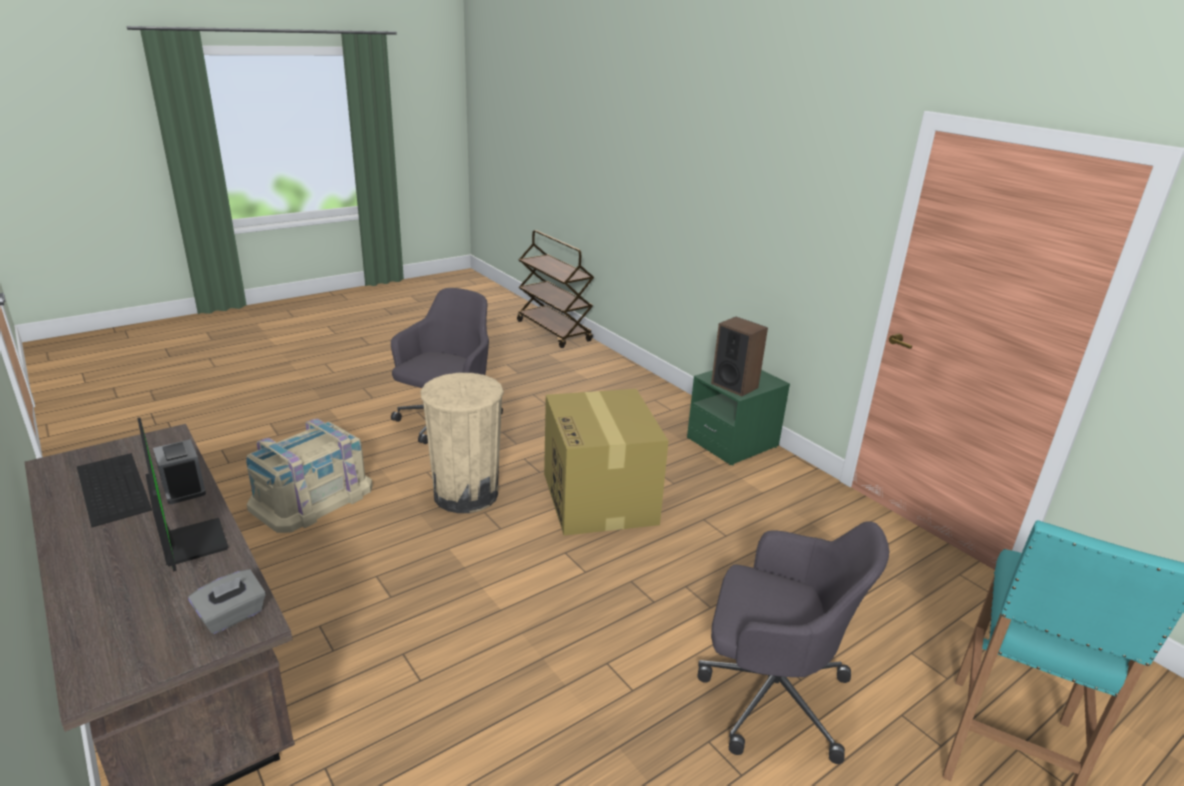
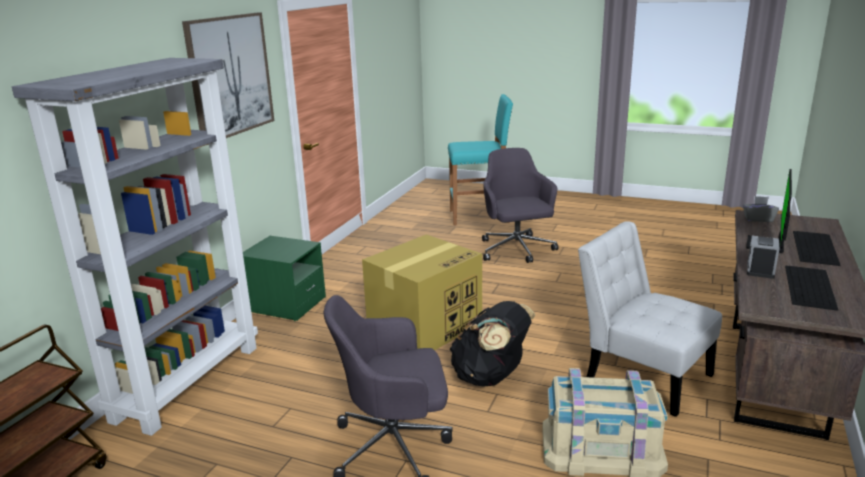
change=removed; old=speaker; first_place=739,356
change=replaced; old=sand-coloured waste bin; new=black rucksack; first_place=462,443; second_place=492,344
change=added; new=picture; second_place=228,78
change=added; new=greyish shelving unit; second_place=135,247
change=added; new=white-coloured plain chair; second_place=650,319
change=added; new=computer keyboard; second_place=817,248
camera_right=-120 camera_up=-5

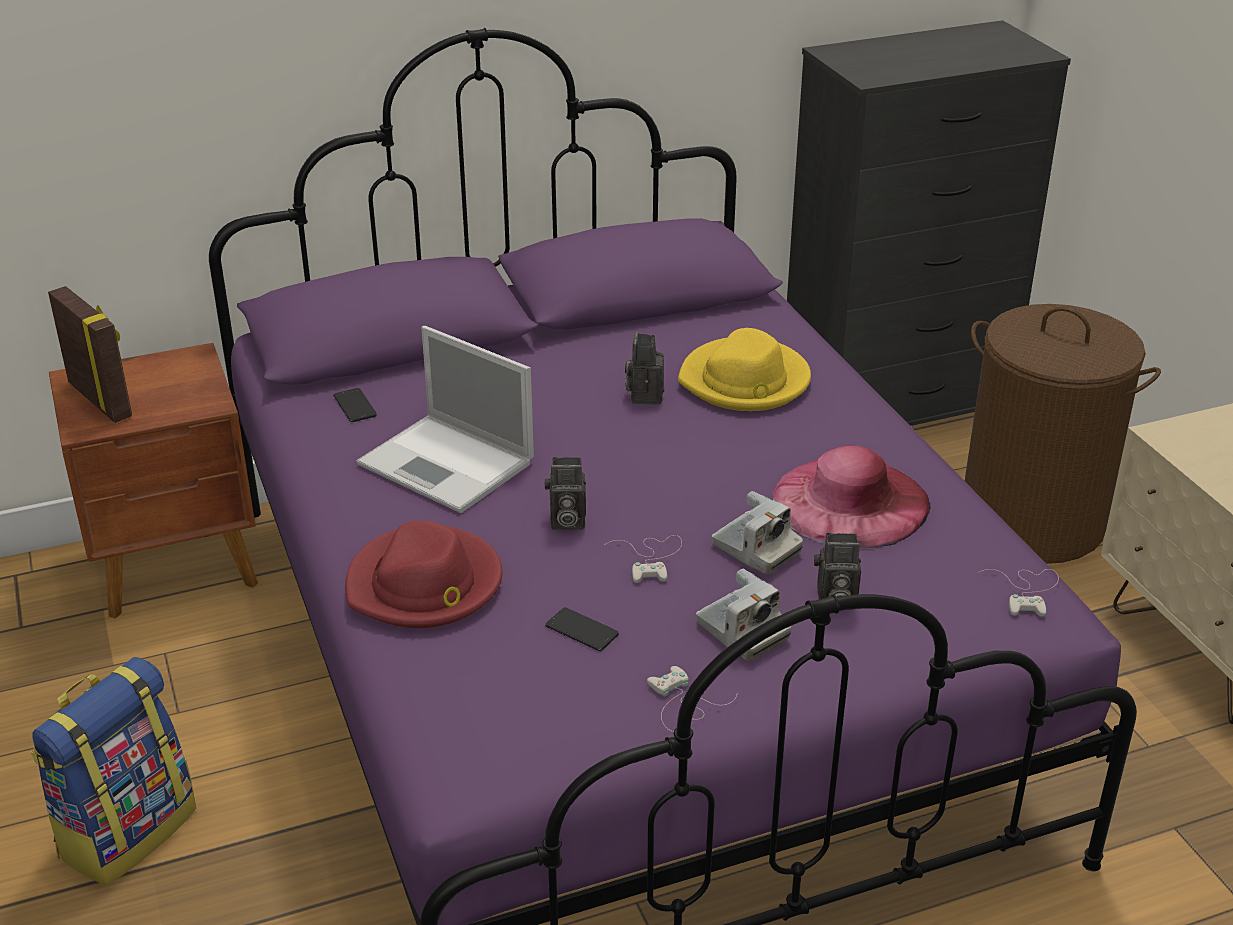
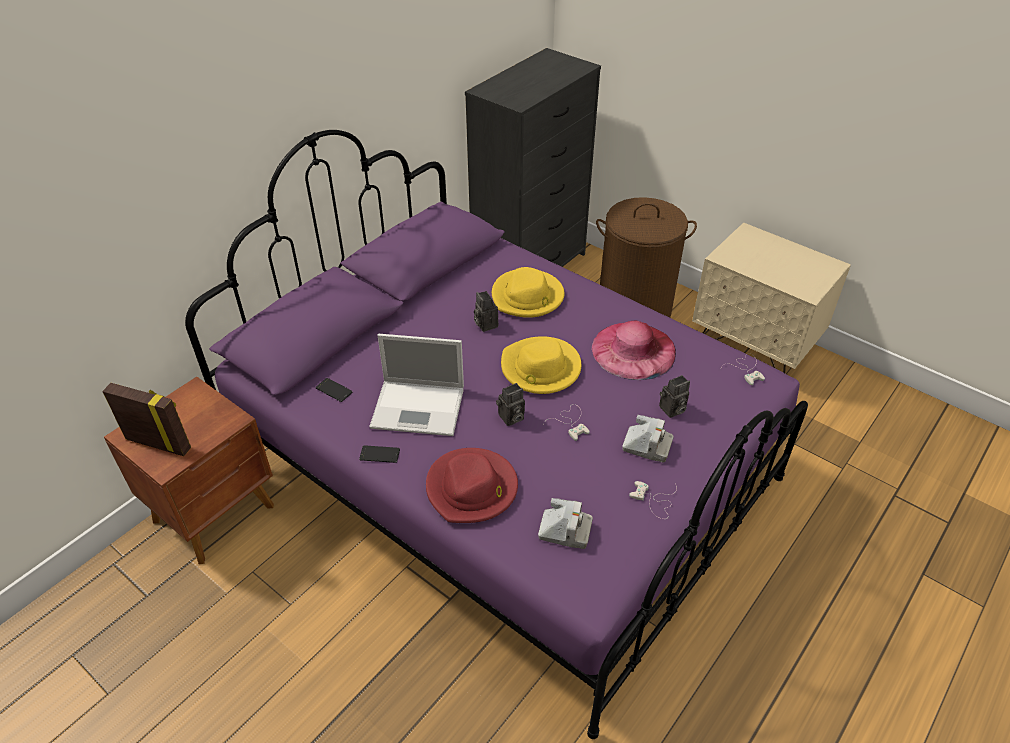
change=moved; old=still camera; first_place=757,533; second_place=565,523
change=moved; old=phone; first_place=582,629; second_place=379,454
change=removed; old=rucksack; first_place=113,771
change=added; new=yellow-coloured hat; second_place=541,365
camera_right=-30 camera_up=10

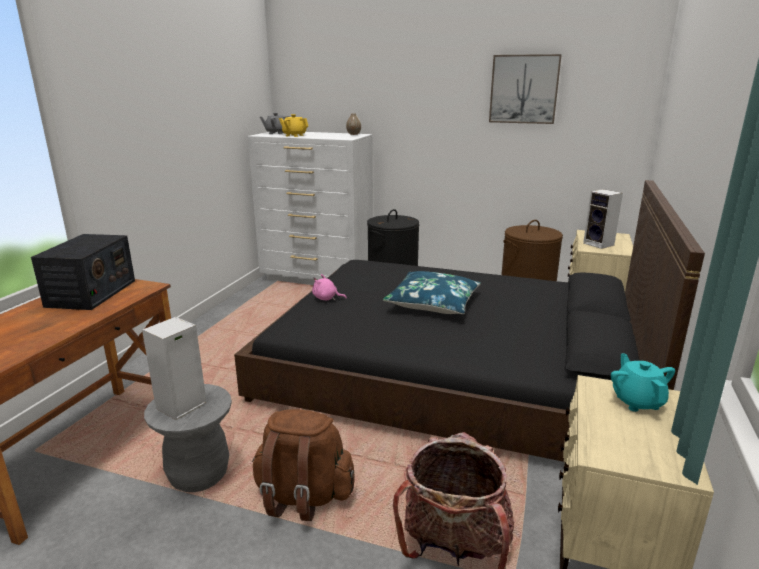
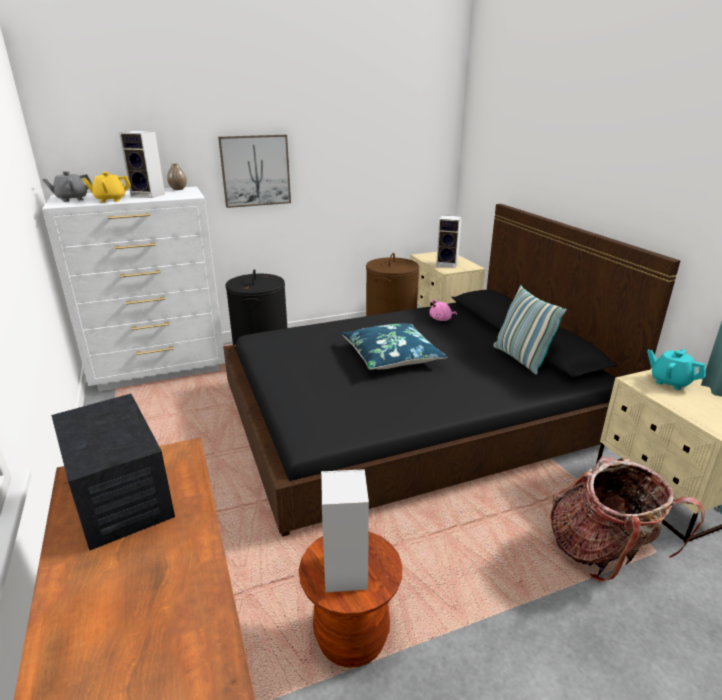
change=moved; old=picture; first_place=525,89; second_place=254,171
change=moved; old=pink-coloured cuddly toy; first_place=329,287; second_place=443,310
change=recoloured; old=greyish sitting stool; new=brown sitting stool; first_place=188,438; second_place=350,599
change=removed; old=brown rucksack; first_place=303,465
change=added; new=speaker; second_place=142,164
change=added; new=cushion; second_place=530,330
camera_right=-40 camera_up=5

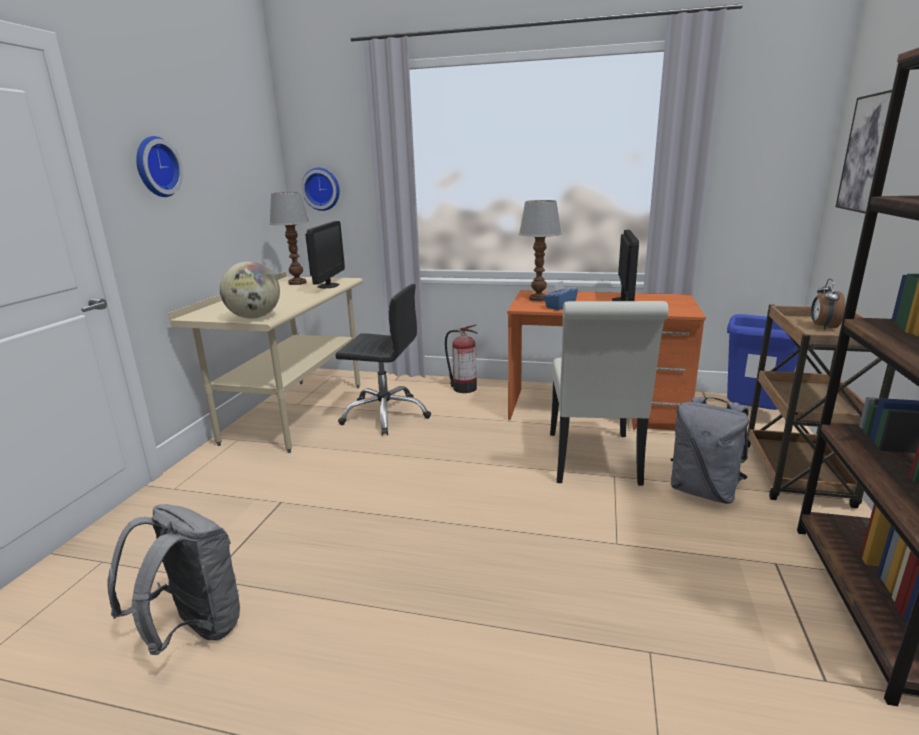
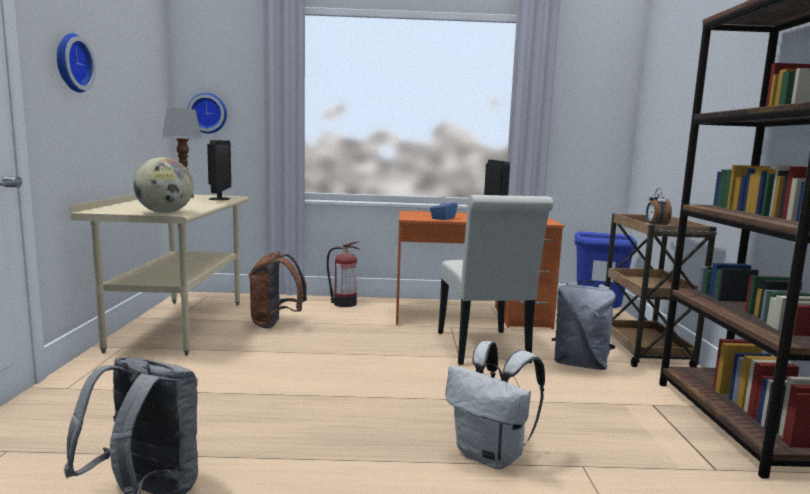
change=removed; old=picture; first_place=864,151
change=removed; old=lamp for a table; first_place=540,251
change=replaced; old=black office chair; new=brown rucksack; first_place=383,360; second_place=278,289
change=added; new=white-coloured rucksack; second_place=495,405
camera_right=-15 camera_up=-10

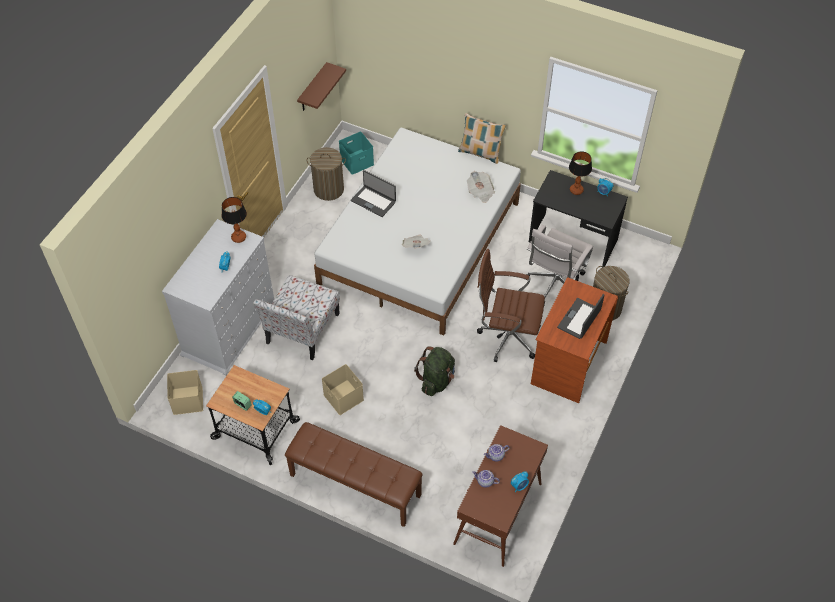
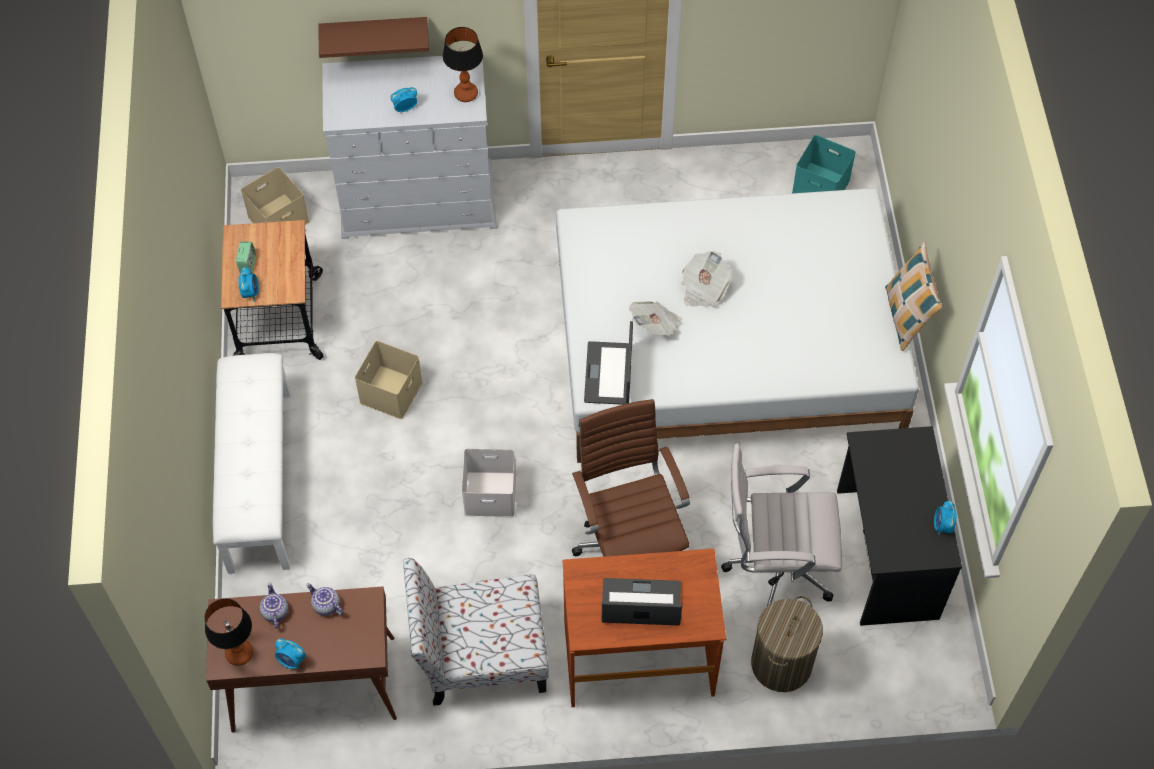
change=moved; old=brown shelf; first_place=321,86; second_place=373,37
change=removed; old=washing basket; first_place=326,174
change=moved; old=lamp for a table; first_place=580,173; second_place=228,632
change=moved; old=portable computer; first_place=373,193; second_place=608,363
change=moved; old=daily paper; first_place=481,187; second_place=707,279
change=moved; old=plain chair; first_place=296,317; second_place=476,632
change=replaced; old=green rucksack; new=white-coloured storage box; first_place=434,371; second_place=489,482
change=recoloured; old=brown long seat; new=white-coloured long seat; first_place=354,474; second_place=251,463
camera_right=60 camera_up=5

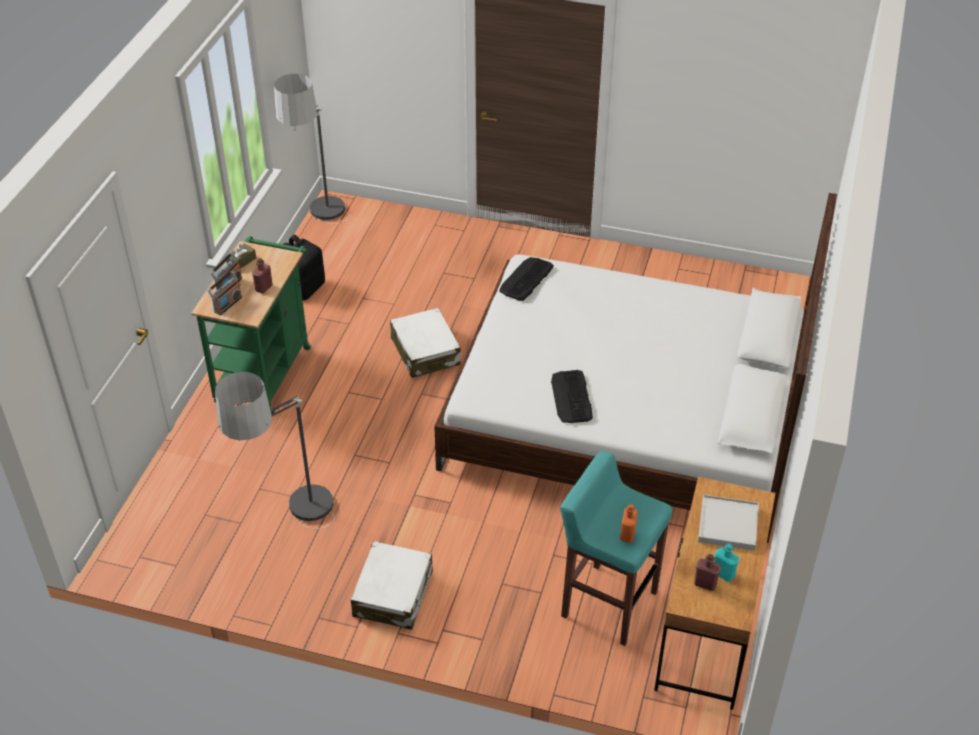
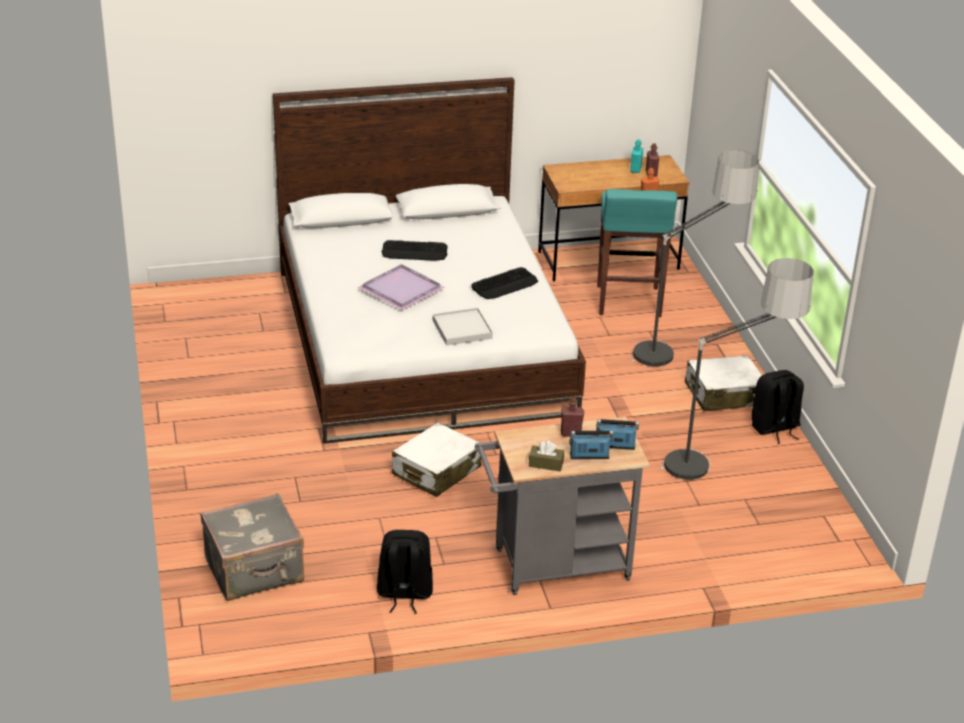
change=moved; old=standing lamp; first_place=312,149; second_place=694,258
change=recoloured; old=green cart; new=greyish cart; first_place=251,325; second_place=562,506
change=moved; old=computer keyboard; first_place=526,279; second_place=414,250
change=moved; old=white-coloured carrying tray; first_place=728,523; second_place=463,327
change=added; new=purple carrying tray; second_place=401,287
change=added; new=black rucksack; second_place=778,407
change=added; new=greyish suitcase; second_place=252,547
camera_right=-120 camera_up=-10

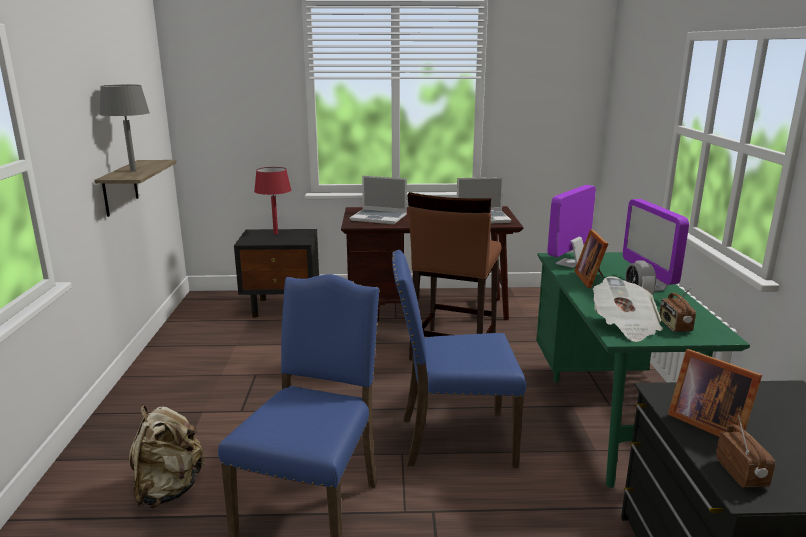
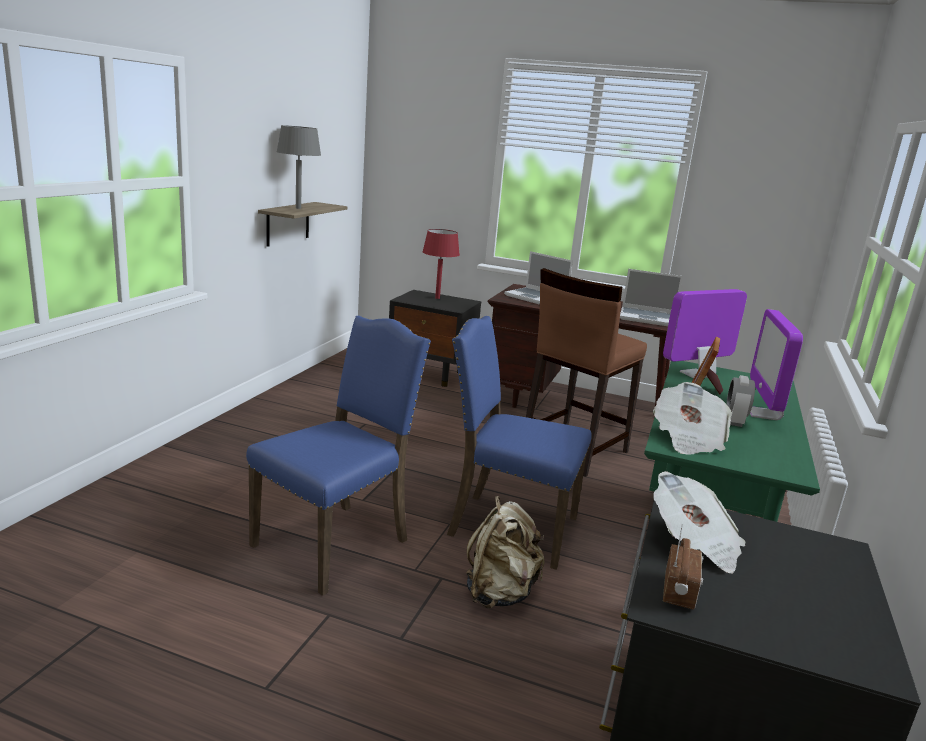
change=removed; old=radio set; first_place=677,310
change=replaced; old=photo frame; new=daily paper; first_place=715,393; second_place=699,522
change=moved; old=sand-coloured rucksack; first_place=167,456; second_place=505,552
camera_right=20 camera_up=0

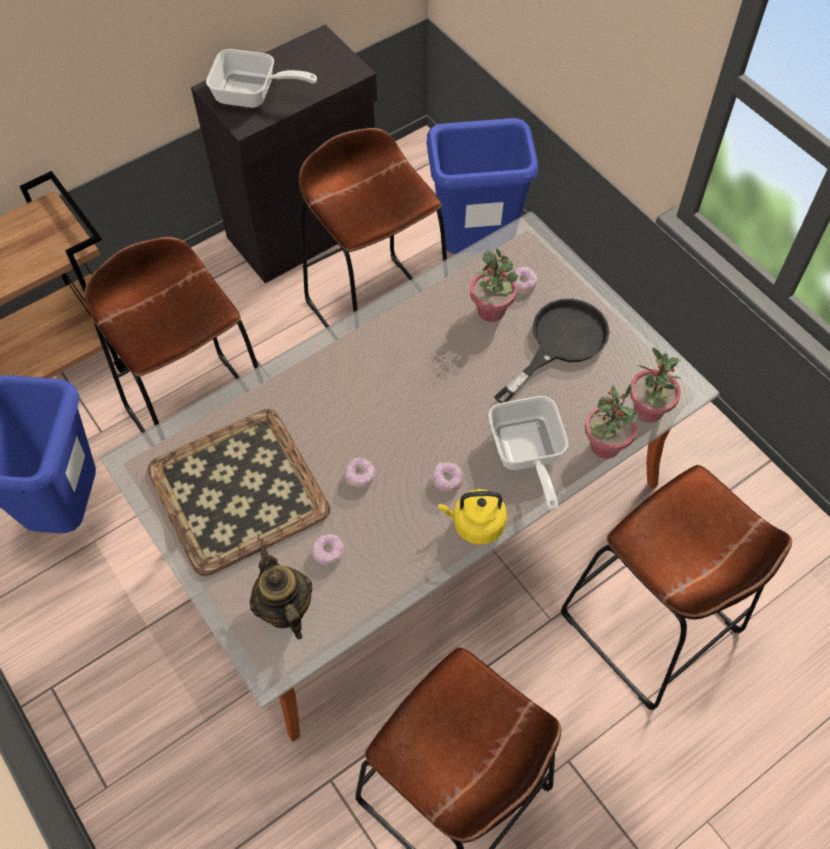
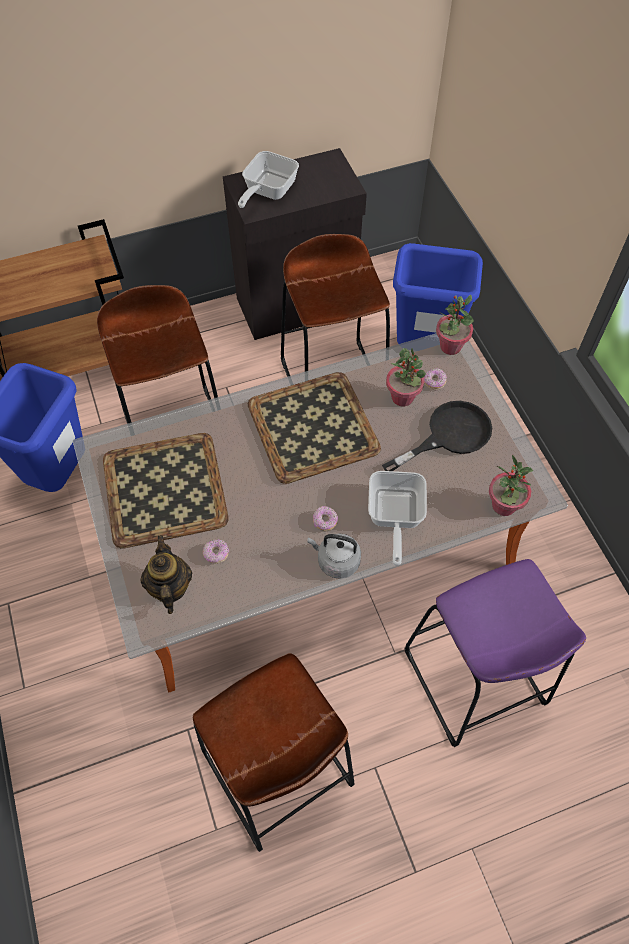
change=turned; old=skillet; first_place=261,78; second_place=268,179; degrees=90
change=moved; old=houseplant; first_place=612,421; second_place=455,324
change=removed; old=ring doughnut; first_place=359,472
change=recoloured; old=brown sitting stool; new=purple sitting stool; first_place=676,587; second_place=495,653
change=recoloured; old=yellow-coloured kettle; new=greyish kettle; first_place=472,517; second_place=334,556
change=added; new=carrying tray; second_place=314,428
camera_right=15 camera_up=0

